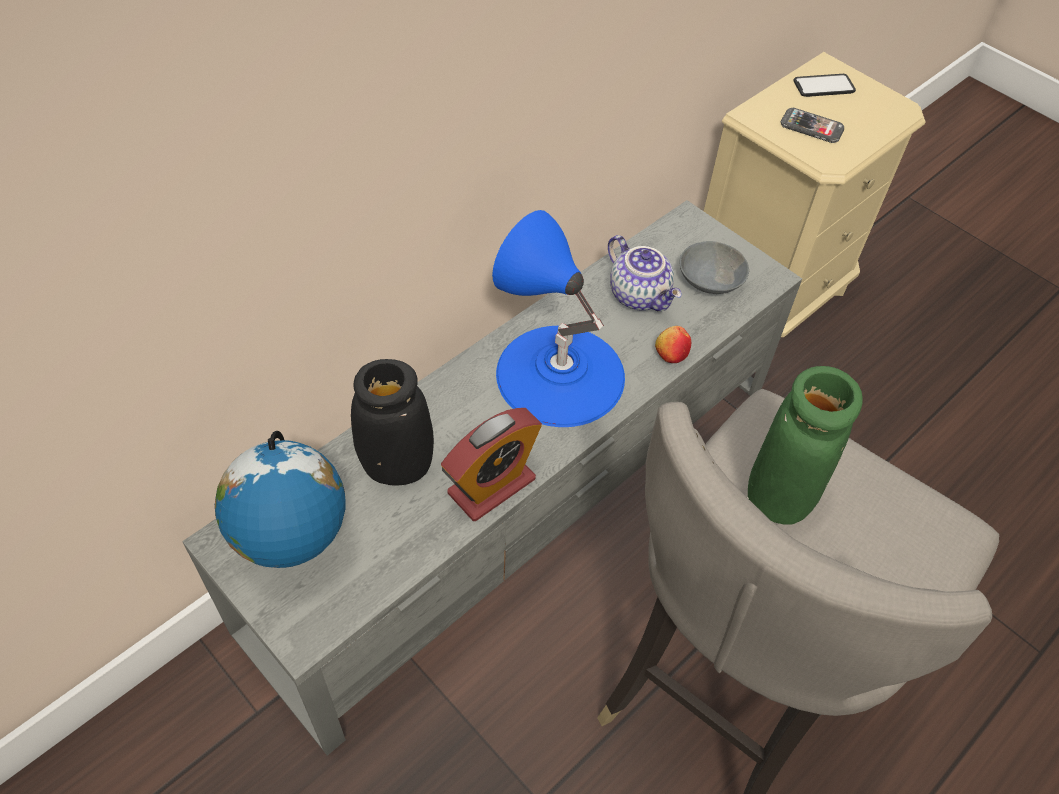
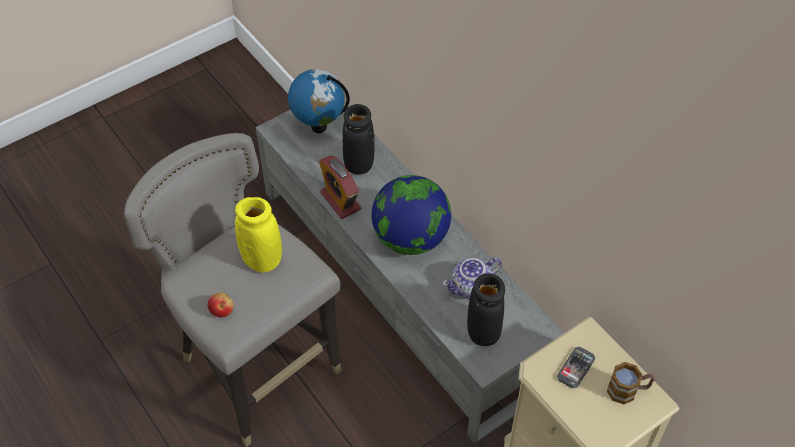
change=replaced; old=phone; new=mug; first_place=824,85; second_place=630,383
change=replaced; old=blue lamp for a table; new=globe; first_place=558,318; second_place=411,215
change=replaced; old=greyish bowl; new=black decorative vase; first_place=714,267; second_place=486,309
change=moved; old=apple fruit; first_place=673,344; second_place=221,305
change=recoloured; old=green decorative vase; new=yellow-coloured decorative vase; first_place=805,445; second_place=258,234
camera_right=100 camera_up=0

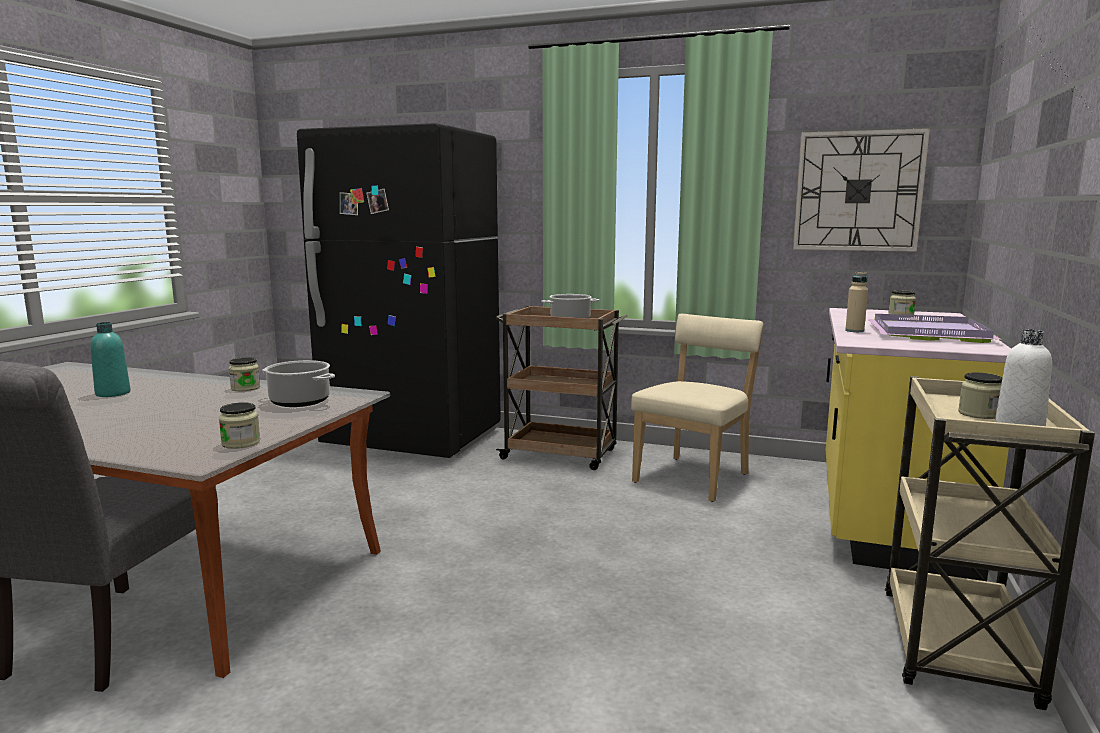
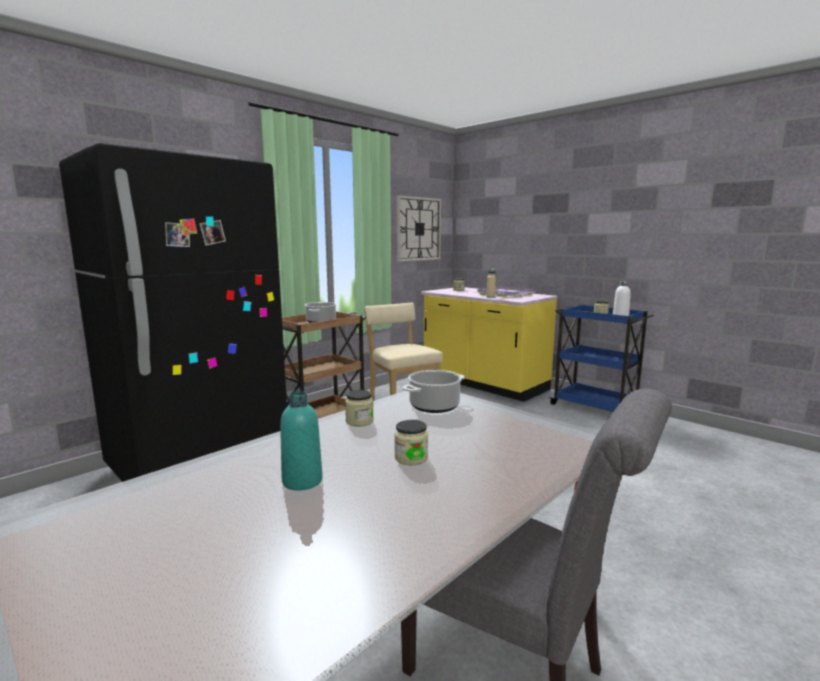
change=recoloured; old=sand-coloured cart; new=blue cart; first_place=990,543; second_place=601,358
change=moved; old=preserve jar; first_place=239,425; second_place=411,442
camera_right=-65 camera_up=0

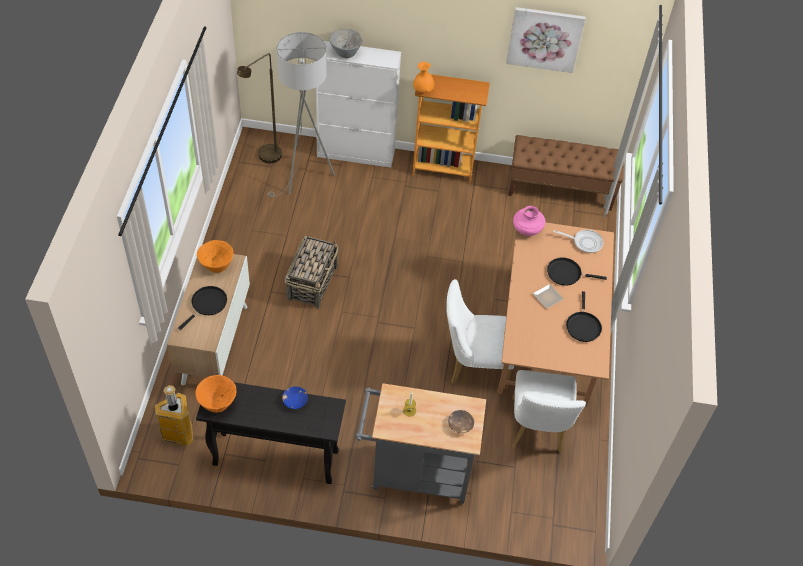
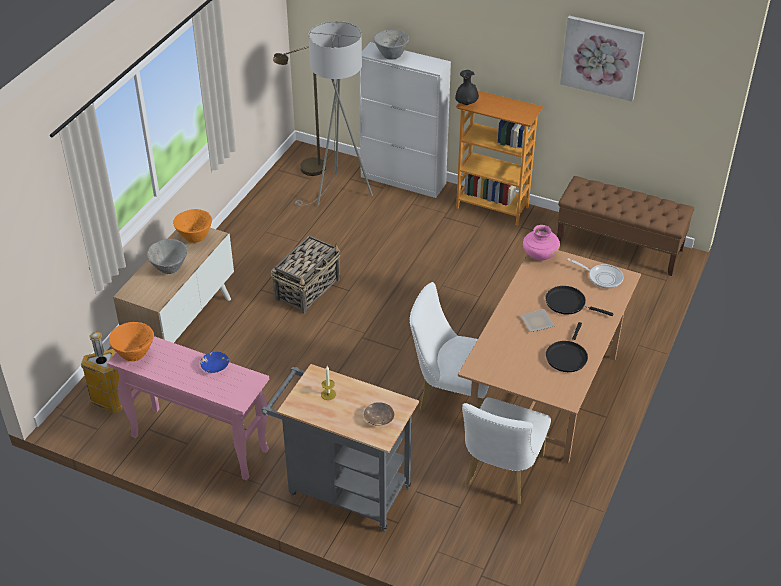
change=recoloured; old=orangey decorative vase; new=black decorative vase; first_place=423,77; second_place=467,87
change=replaced; old=black skillet; new=greyish bowl; first_place=202,308; second_place=167,256
change=recoloured; old=black console table; new=pink-coloured console table; first_place=271,433; second_place=188,408
camera_right=20 camera_up=-10

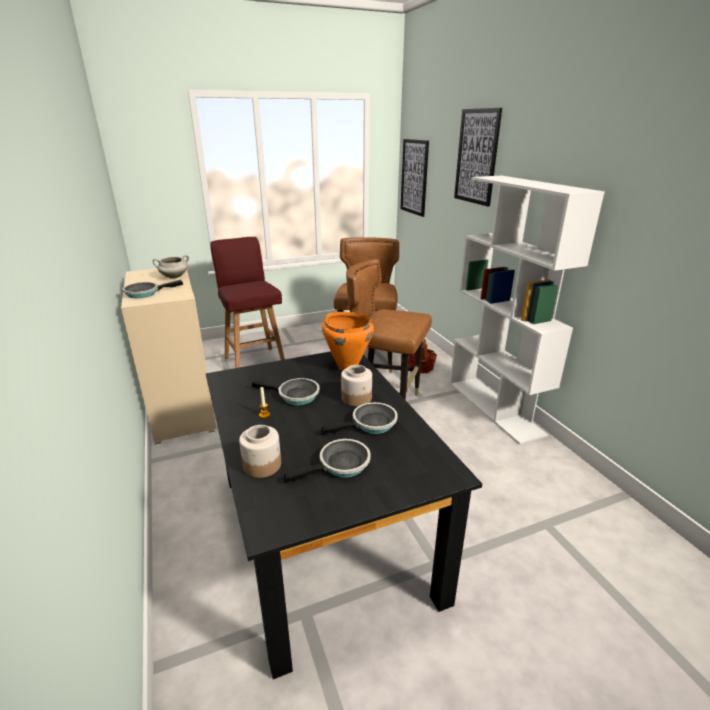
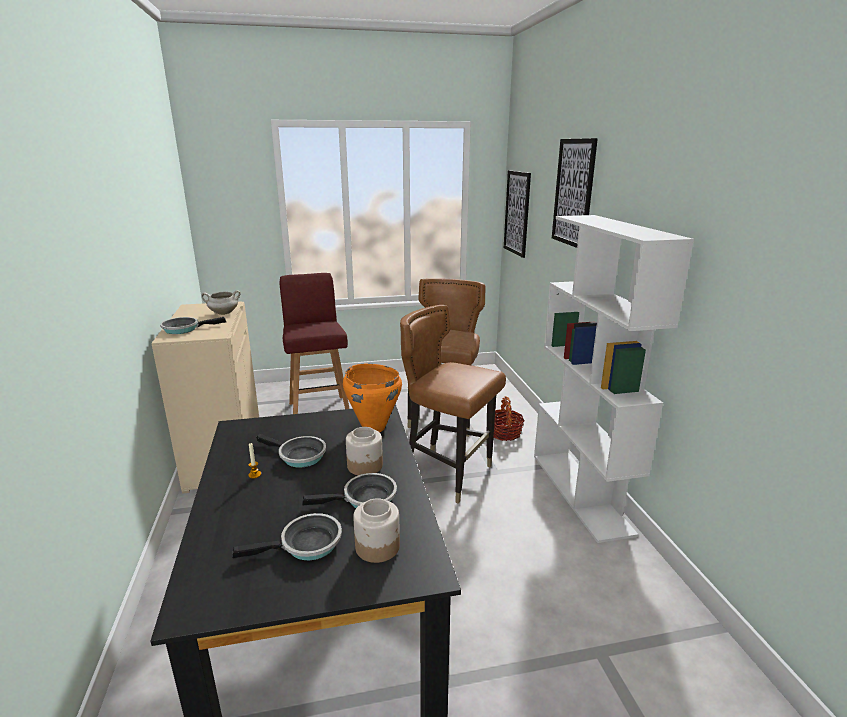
change=moved; old=preserve jar; first_place=260,451; second_place=376,530
camera_right=10 camera_up=-5

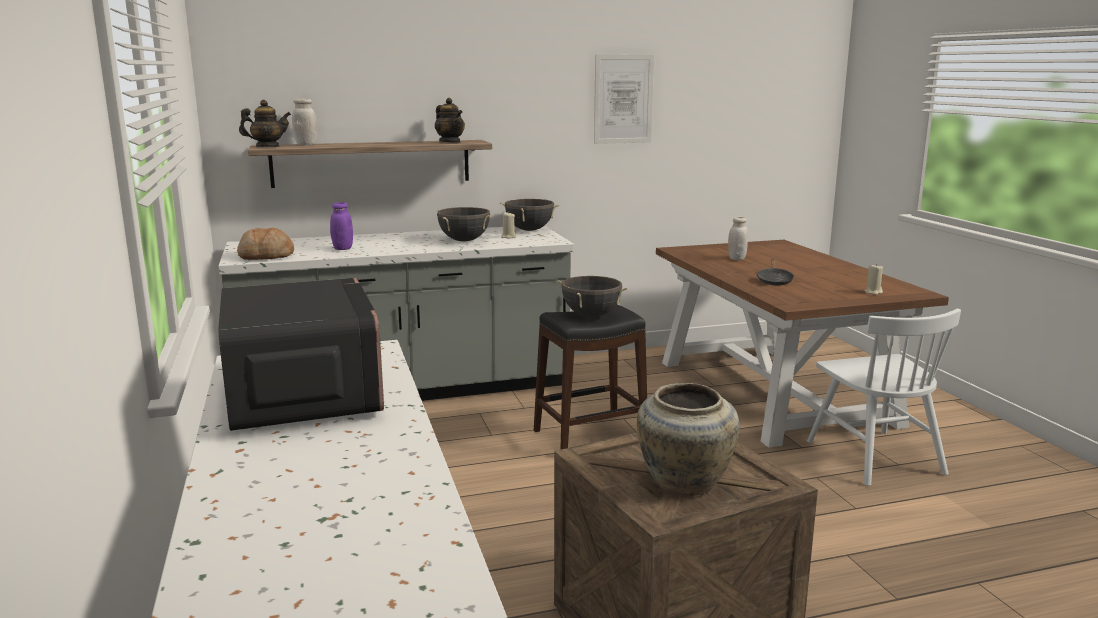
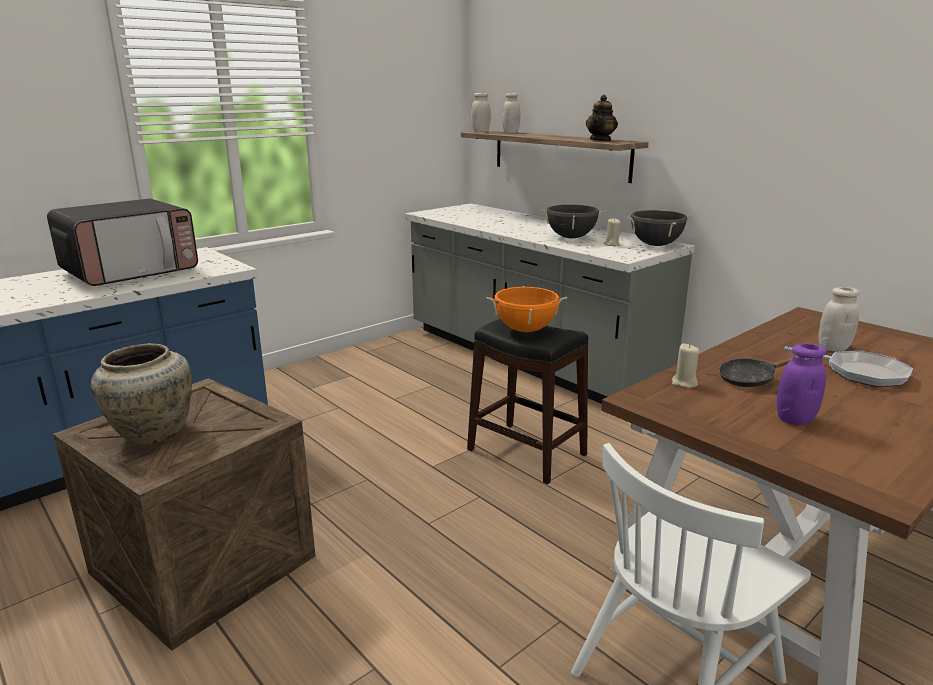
change=removed; old=picture; first_place=624,99
change=replaced; old=teapot; new=white-coloured preserve jar; first_place=265,123; second_place=481,112
change=moved; old=purple preserve jar; first_place=341,226; second_place=801,384
change=removed; old=baked bread; first_place=265,244
change=moved; old=sand-coloured wax candle; first_place=873,279; second_place=686,365
change=recoloured; old=black saucepot; new=orangey saucepot; first_place=592,296; second_place=526,309
change=added; new=skillet; second_place=848,366
camera_right=65 camera_up=5

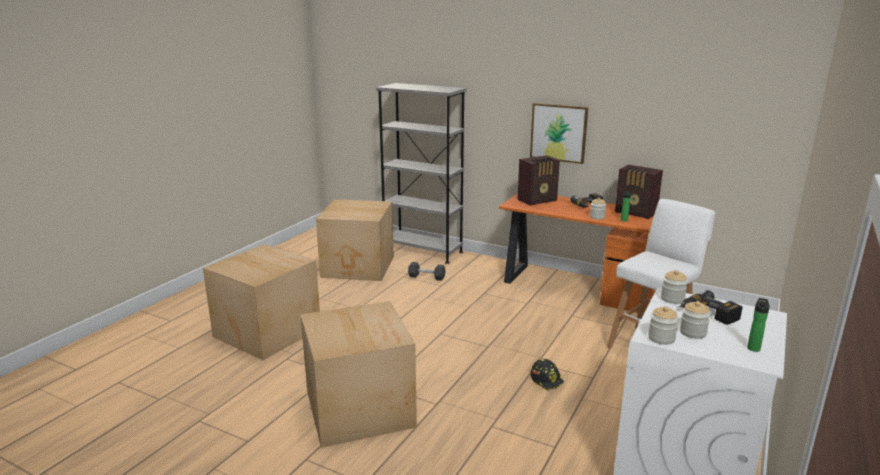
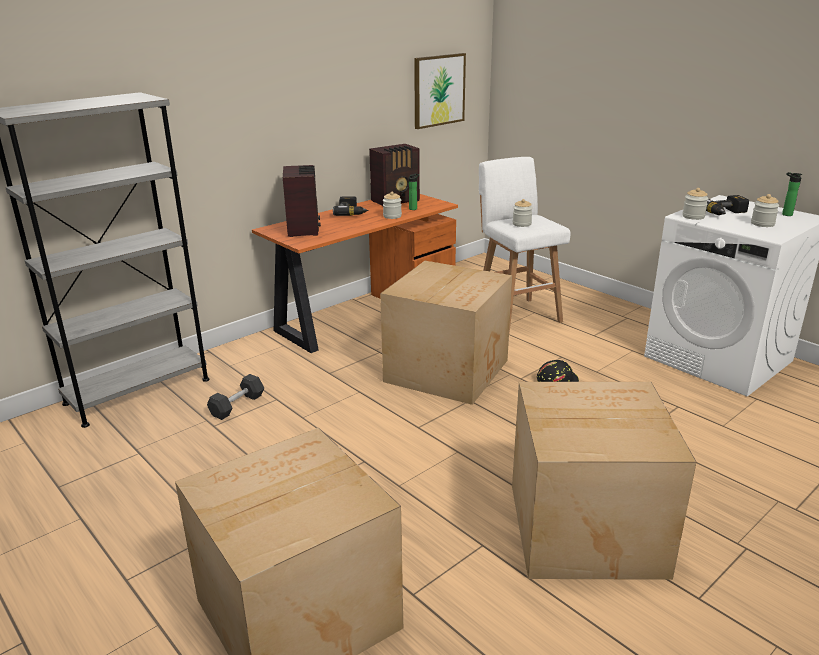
change=moved; old=picture; first_place=559,133; second_place=440,91
change=moved; old=carton; first_place=355,240; second_place=446,333
change=moved; old=preserve jar; first_place=663,325; second_place=523,213
camera_right=-70 camera_up=5

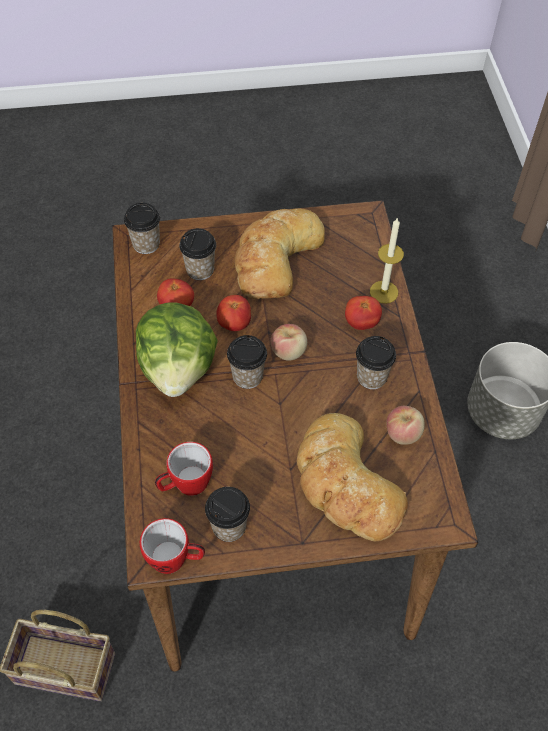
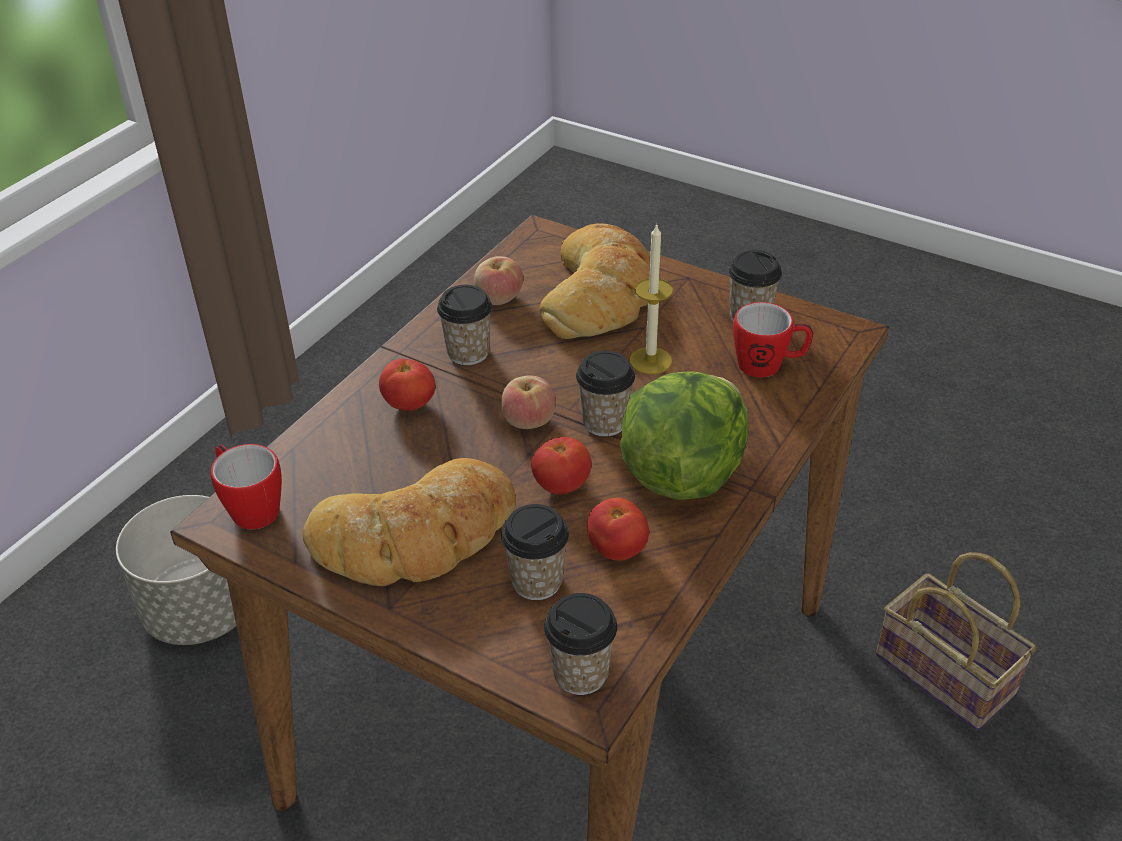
change=moved; old=wax candle; first_place=387,260; second_place=651,299
change=moved; old=mug; first_place=172,546; second_place=246,486
camera_right=-140 camera_up=-15

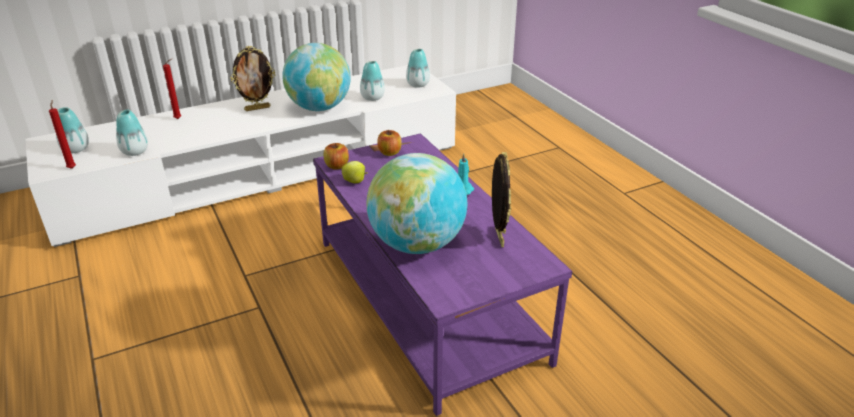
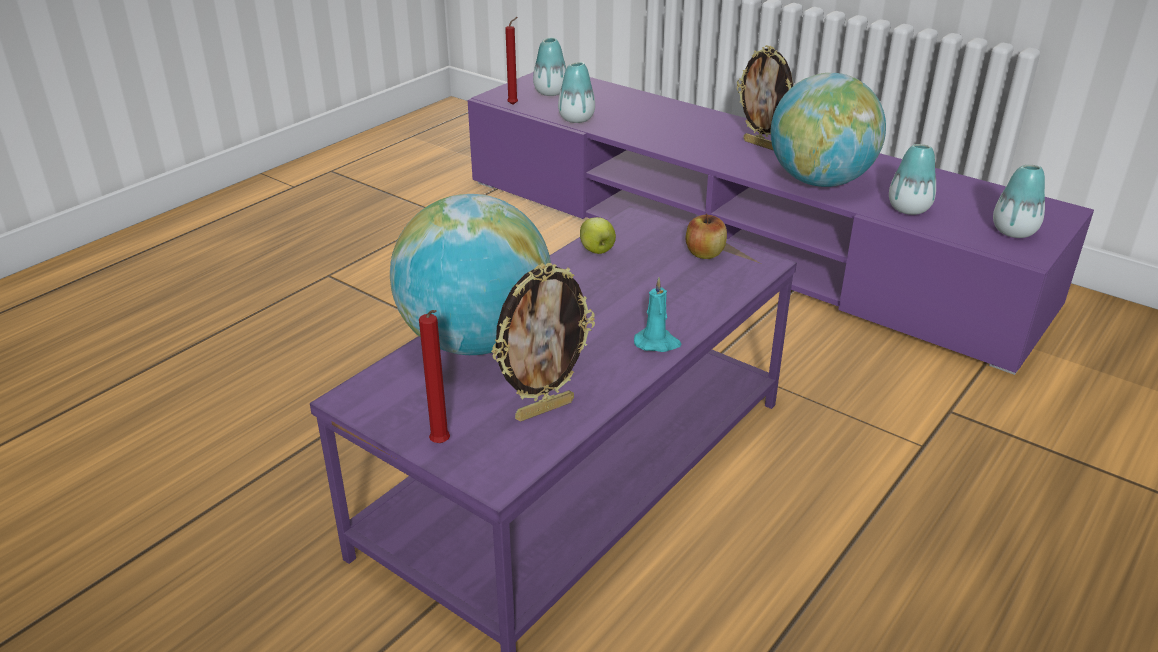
change=moved; old=reddish wax candle; first_place=172,89; second_place=434,376
change=recoloured; old=white-coloured tv stand; new=purple tv stand; first_place=240,156; second_place=781,223
change=removed; old=apple fruit; first_place=336,156
camera_right=65 camera_up=0

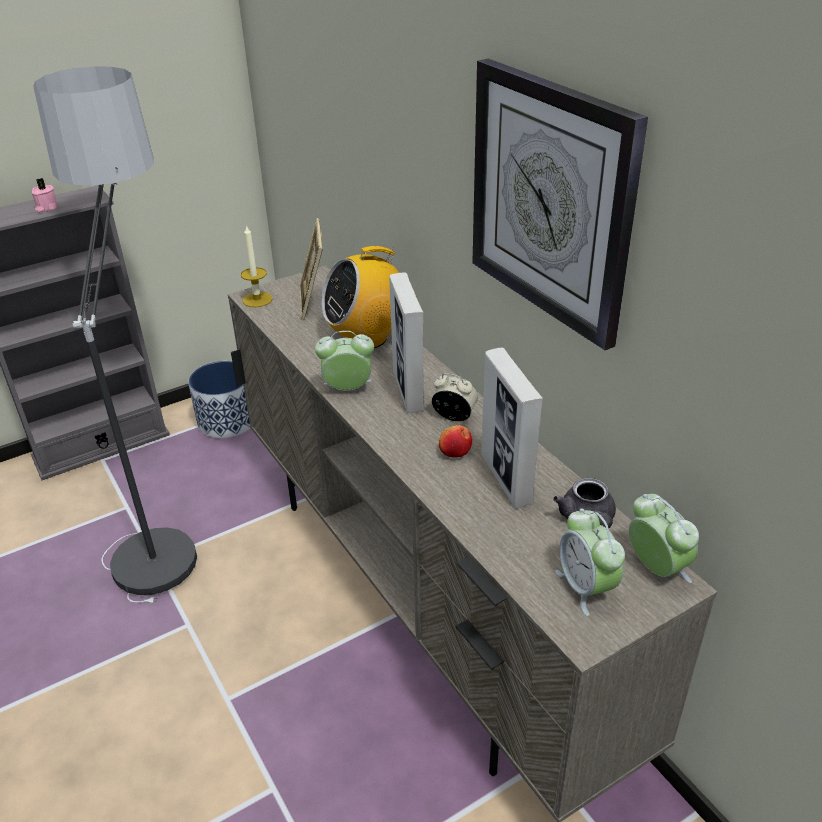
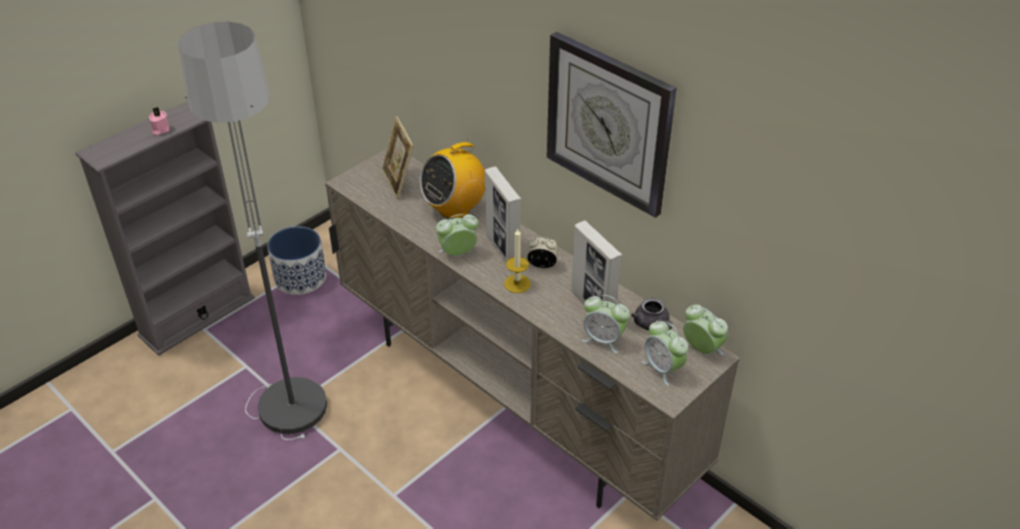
change=moved; old=wax candle; first_place=257,266; second_place=517,260
change=removed; old=apple fruit; first_place=455,441
change=added; new=bedside clock; second_place=606,324
camera_right=-15 camera_up=5

